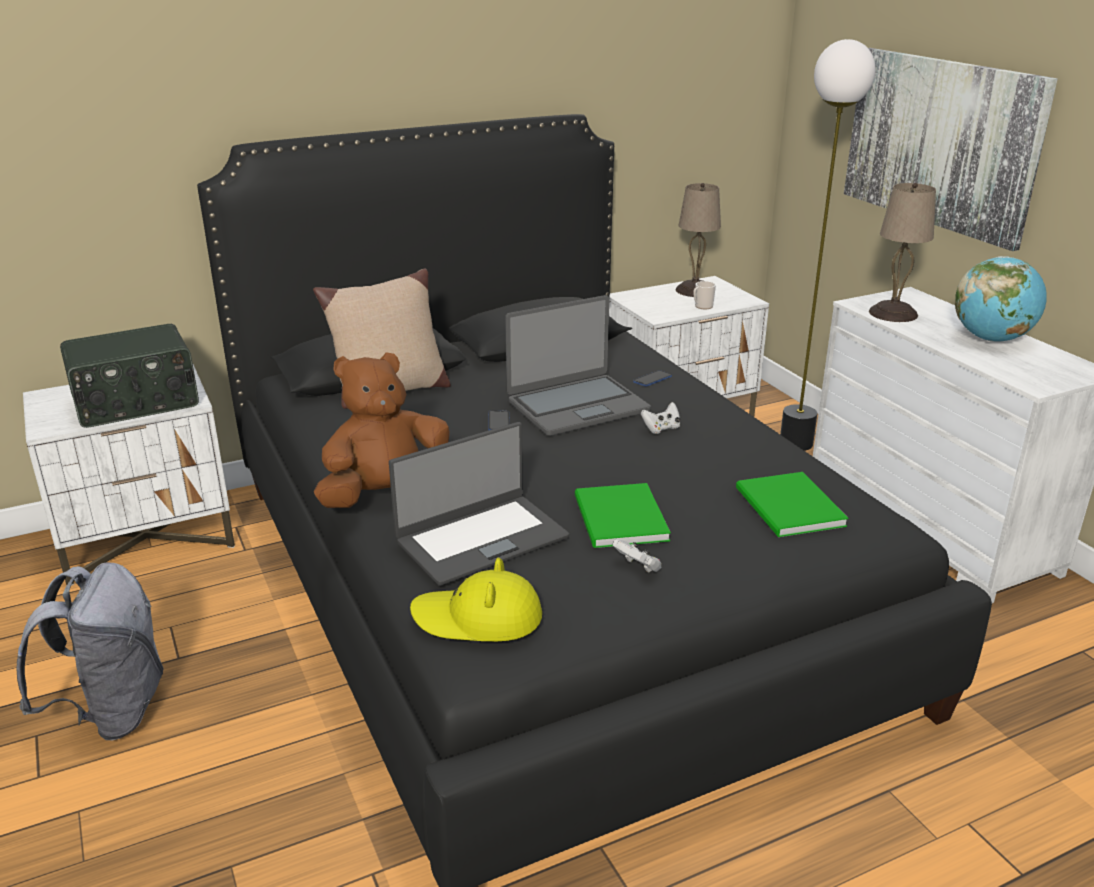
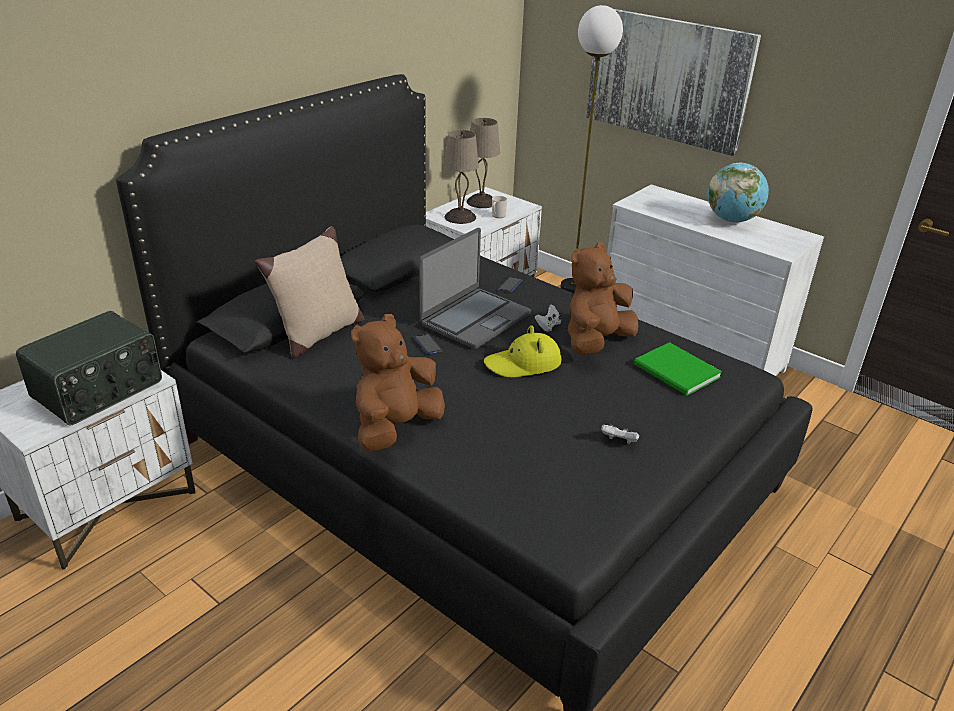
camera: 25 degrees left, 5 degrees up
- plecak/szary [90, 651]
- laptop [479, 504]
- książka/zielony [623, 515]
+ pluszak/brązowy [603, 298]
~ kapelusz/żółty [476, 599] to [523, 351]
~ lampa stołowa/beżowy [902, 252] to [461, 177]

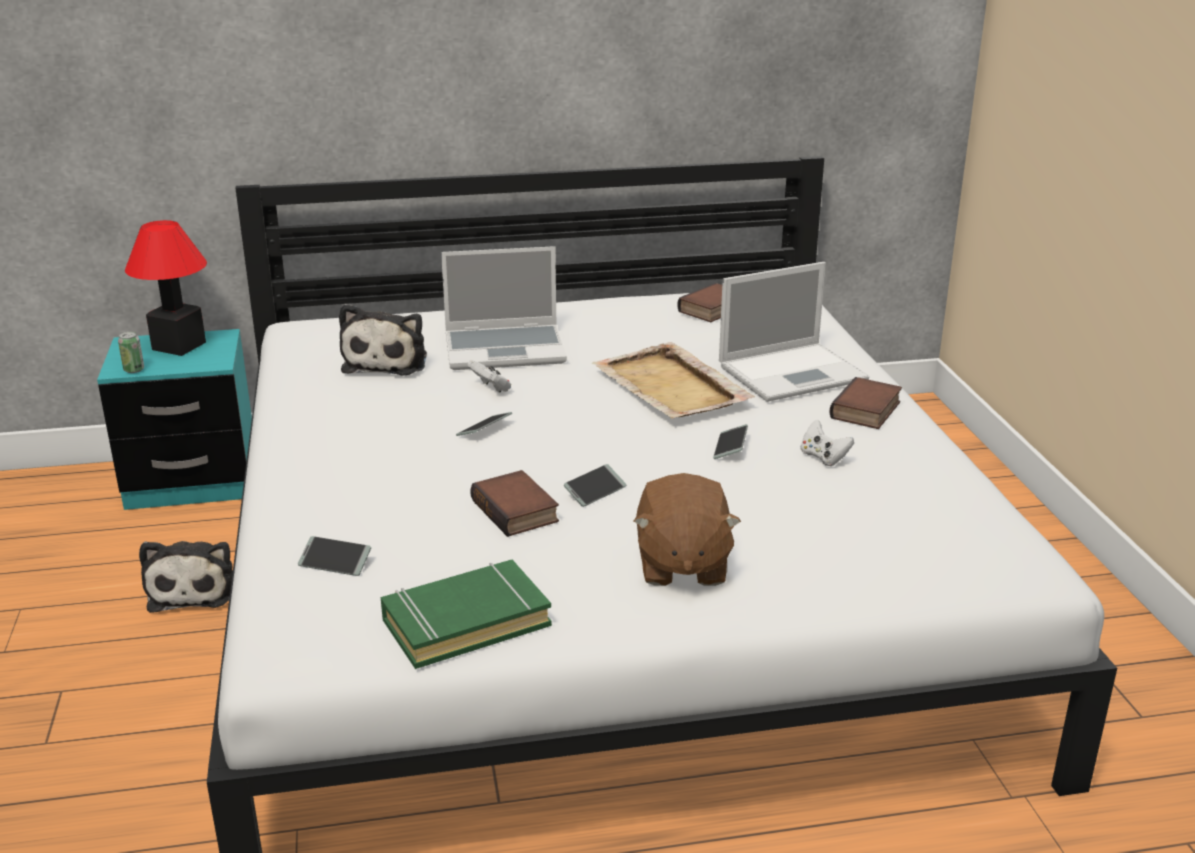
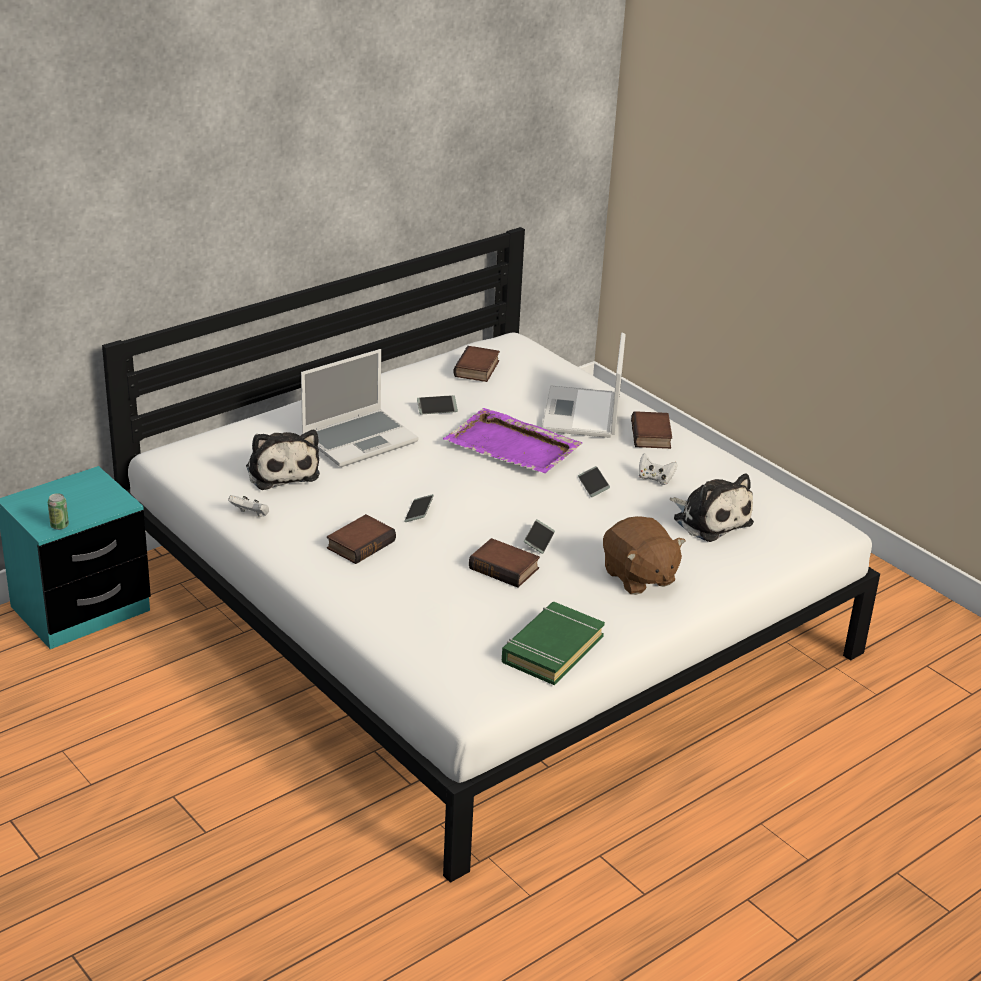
camera: 30 degrees left, 5 degrees up
- lampa stołowa [166, 288]
+ książka [361, 539]
~ pluszak [186, 577] to [712, 507]
~ telefon [334, 556] to [437, 404]
~ pad do gier/biały [489, 376] to [248, 506]
~ taca/beżowy [673, 380] to taca/fioletowy [512, 440]
~ laptop [794, 332] = [584, 385] 150 degrees clockwise

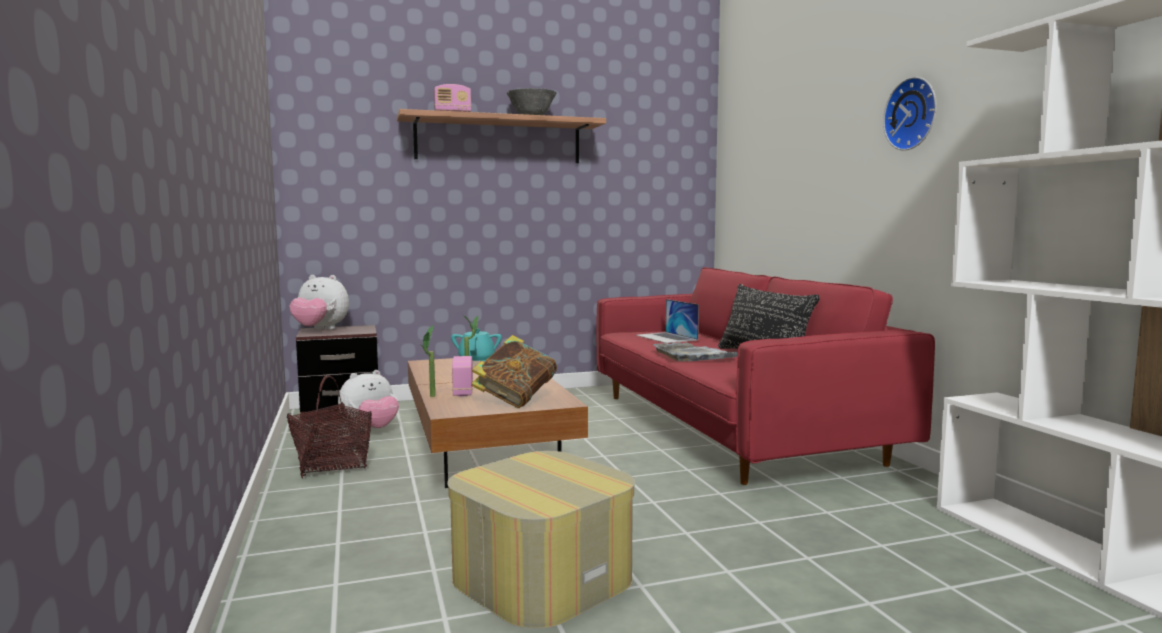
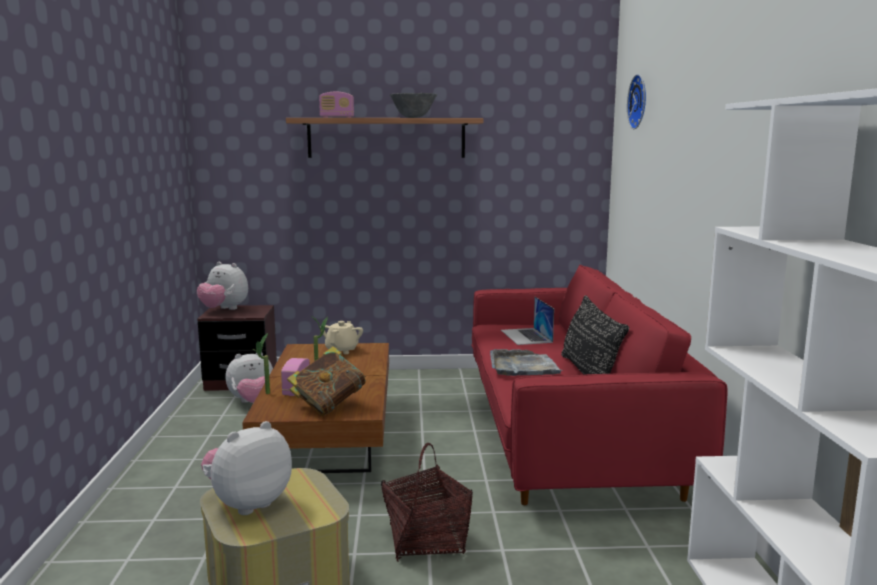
camera: 15 degrees right, 5 degrees up
+ pluszak [246, 468]
~ koszyk [329, 426] to [427, 502]
~ zegar ścienny [910, 114] to [636, 101]
~ imbryk/turkusowy [476, 345] to imbryk/beżowy [341, 337]

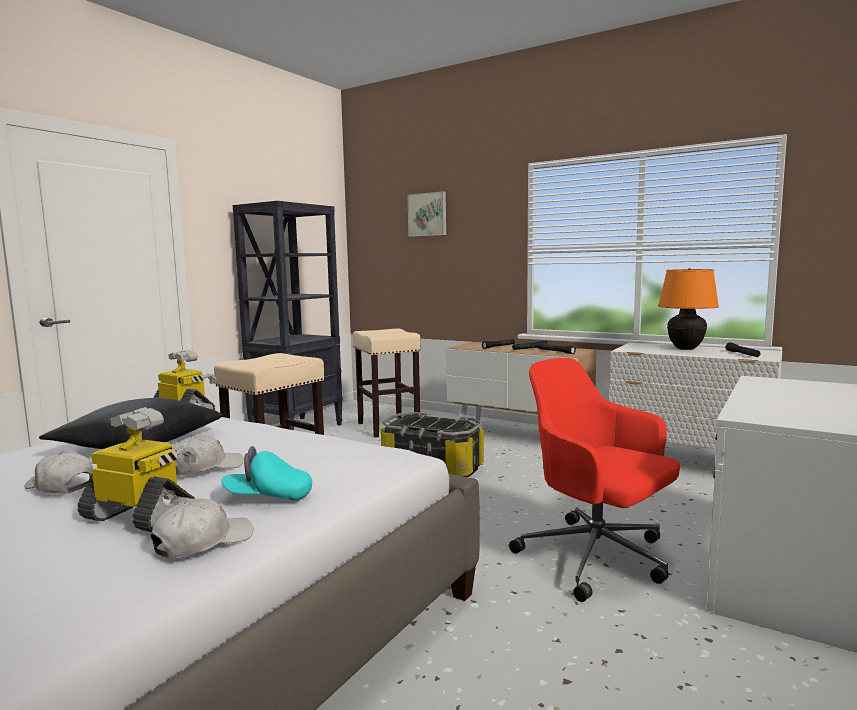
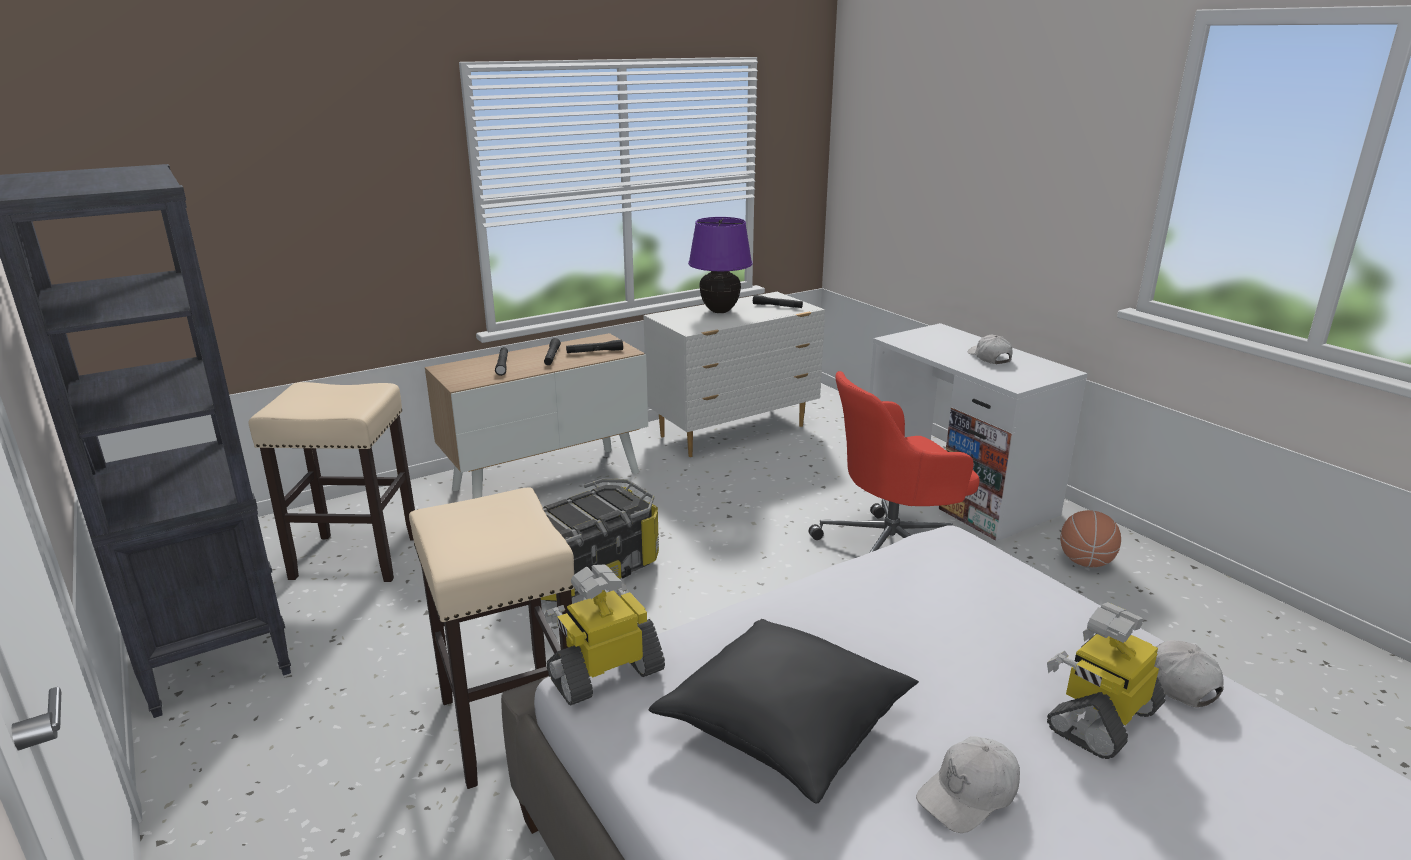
camera: 65 degrees left, 15 degrees up
- czapka z daszkiem/turkusowy [266, 473]
- obraz [426, 214]
+ piłka do koszykówki [1091, 538]
~ czapka z daszkiem/biały [208, 455] to [990, 349]
~ lampa stołowa/pomarańczowy [688, 309] to lampa stołowa/fioletowy [720, 265]

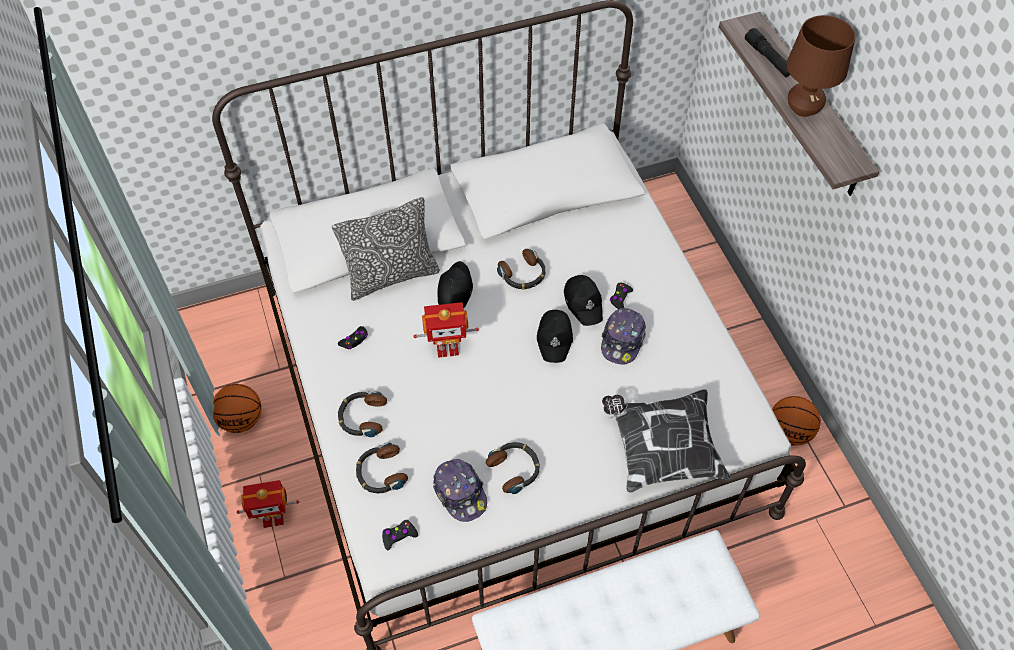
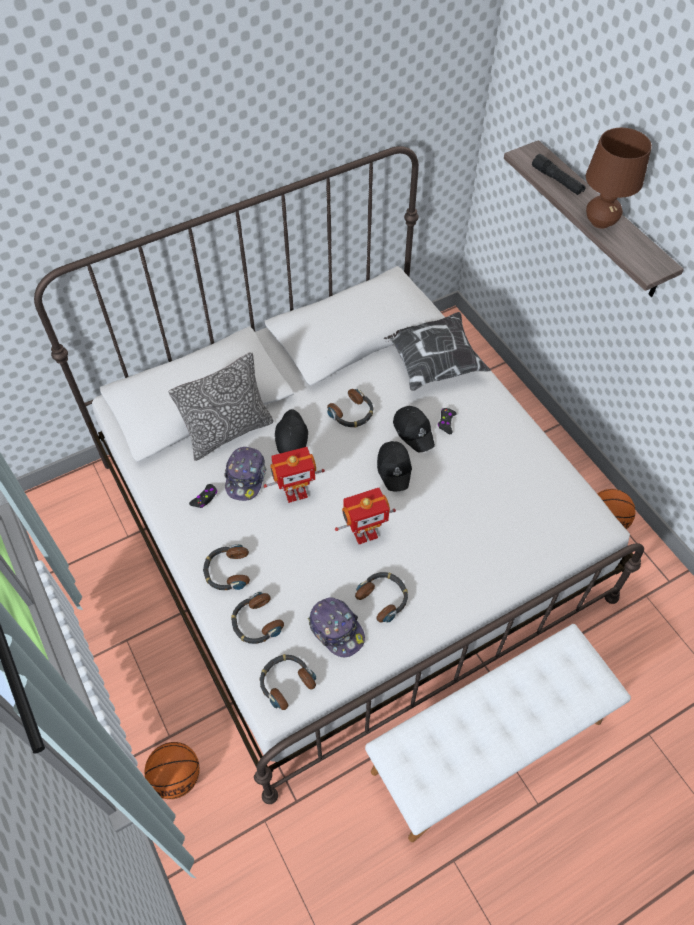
camera: 10 degrees left, 0 degrees up
~ piłka do koszykówki [237, 408] to [172, 770]
~ robot zabawkowy [268, 504] to [365, 516]
~ czapka z daszkiem [623, 336] to [245, 474]
~ poduszka [666, 441] to [437, 351]
~ pad do gier/czarny [400, 535] to słuchawki [288, 682]

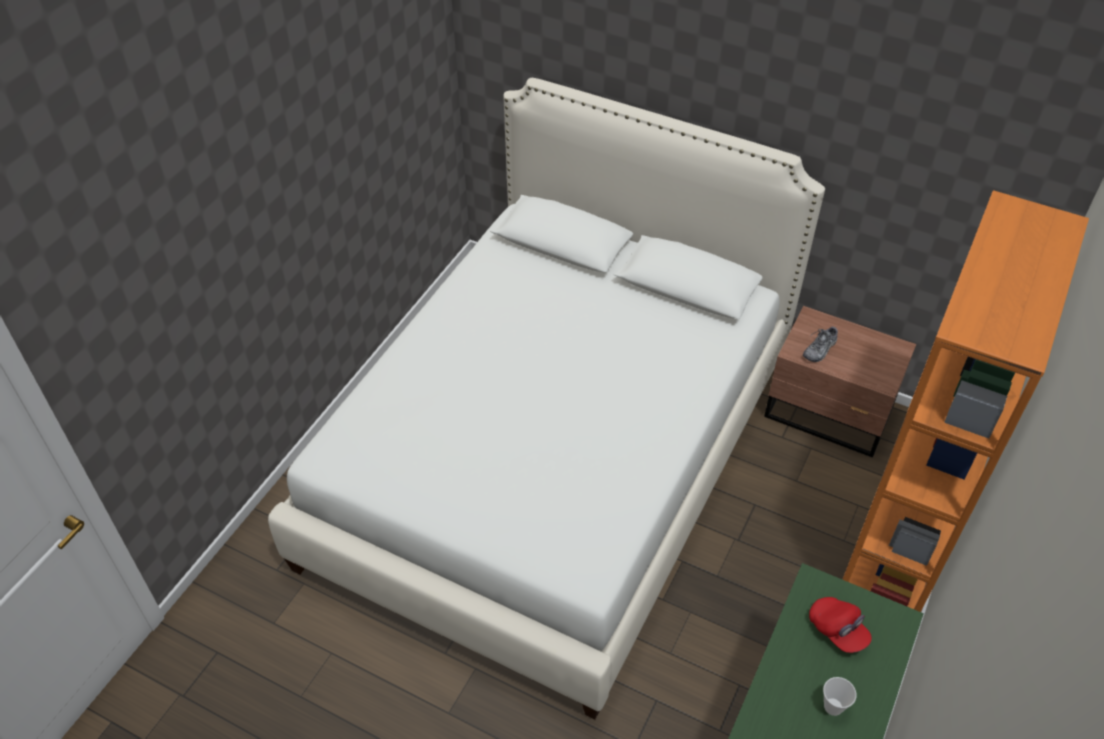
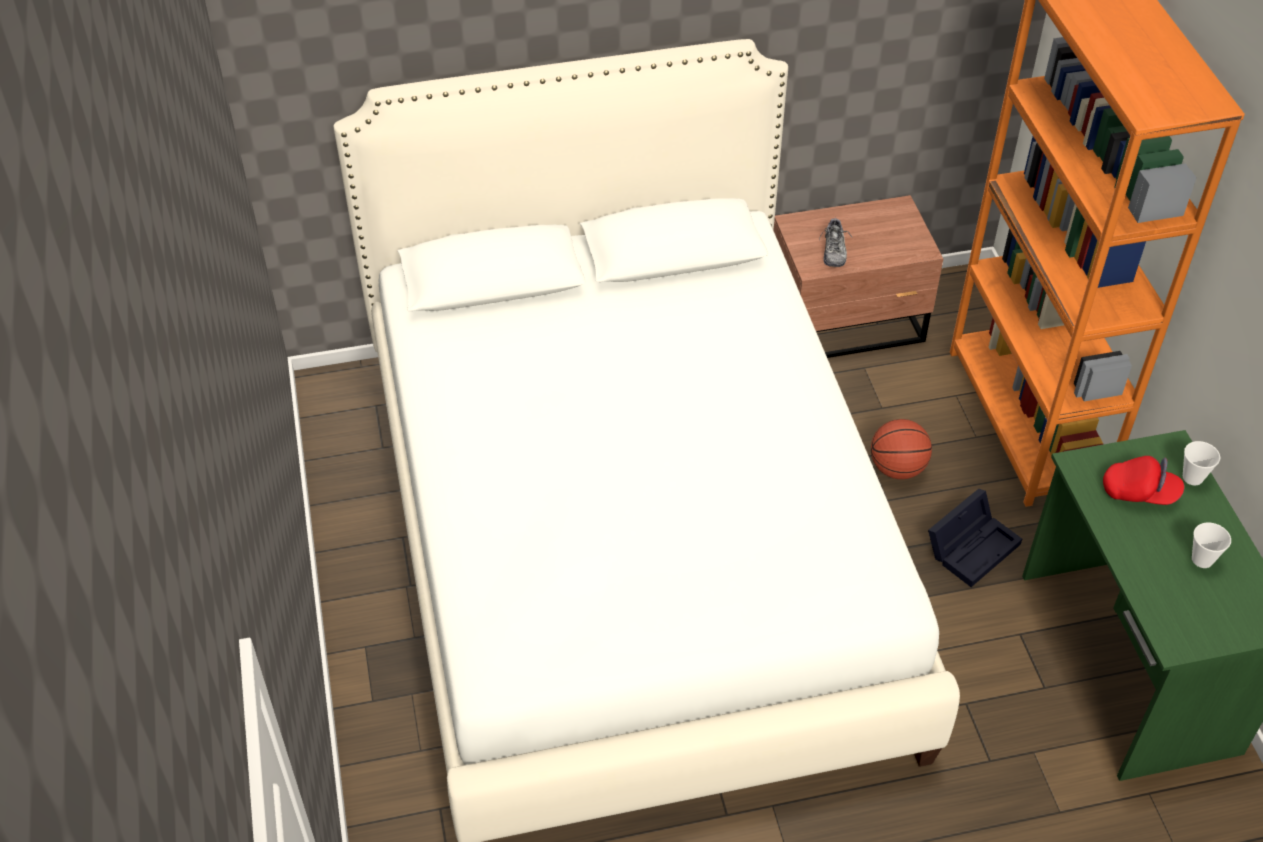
camera: 40 degrees left, 0 degrees up
+ piłka do koszykówki [901, 449]
+ pojemnik do przechowywania/czarny [975, 538]
+ filiżanka [1201, 463]

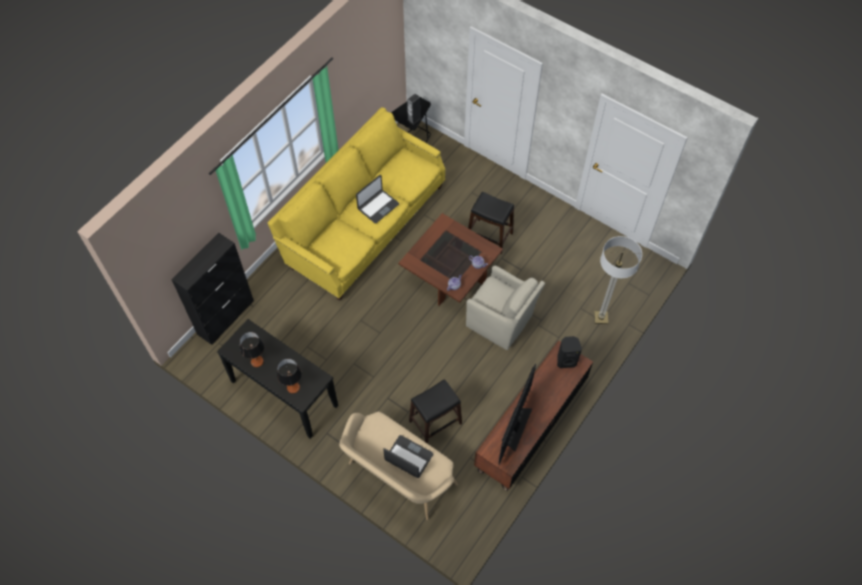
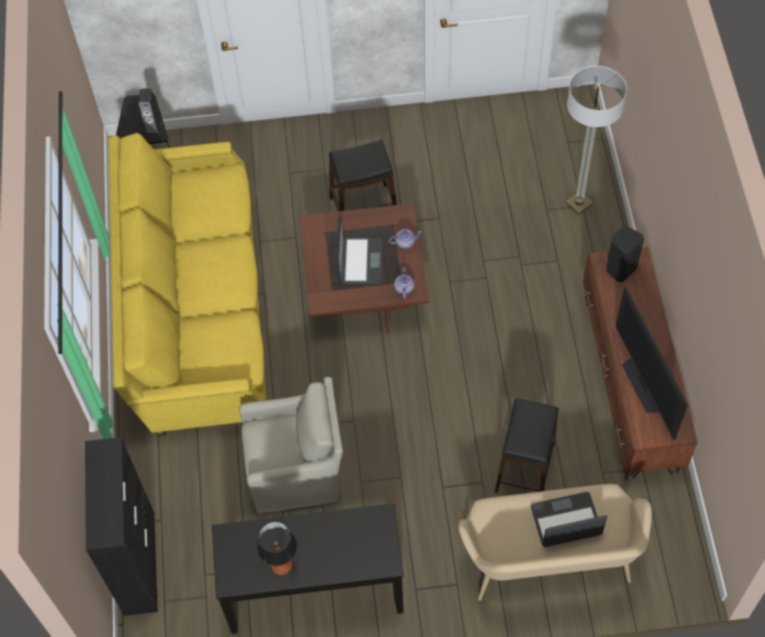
camera: 40 degrees left, 0 degrees up
- lampa stołowa [289, 376]
~ laptop [377, 199] to [360, 250]
~ fotel/beżowy [505, 308] to [291, 445]

